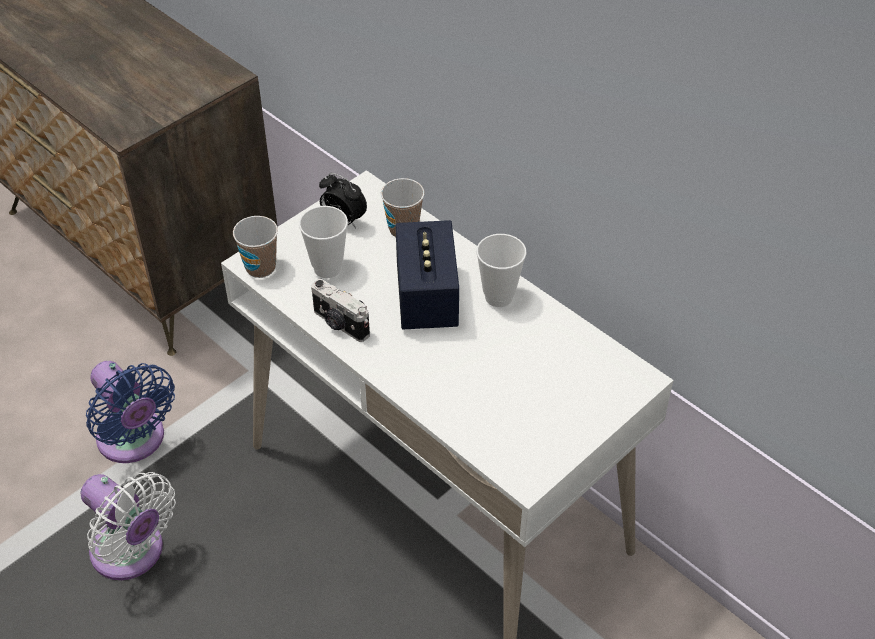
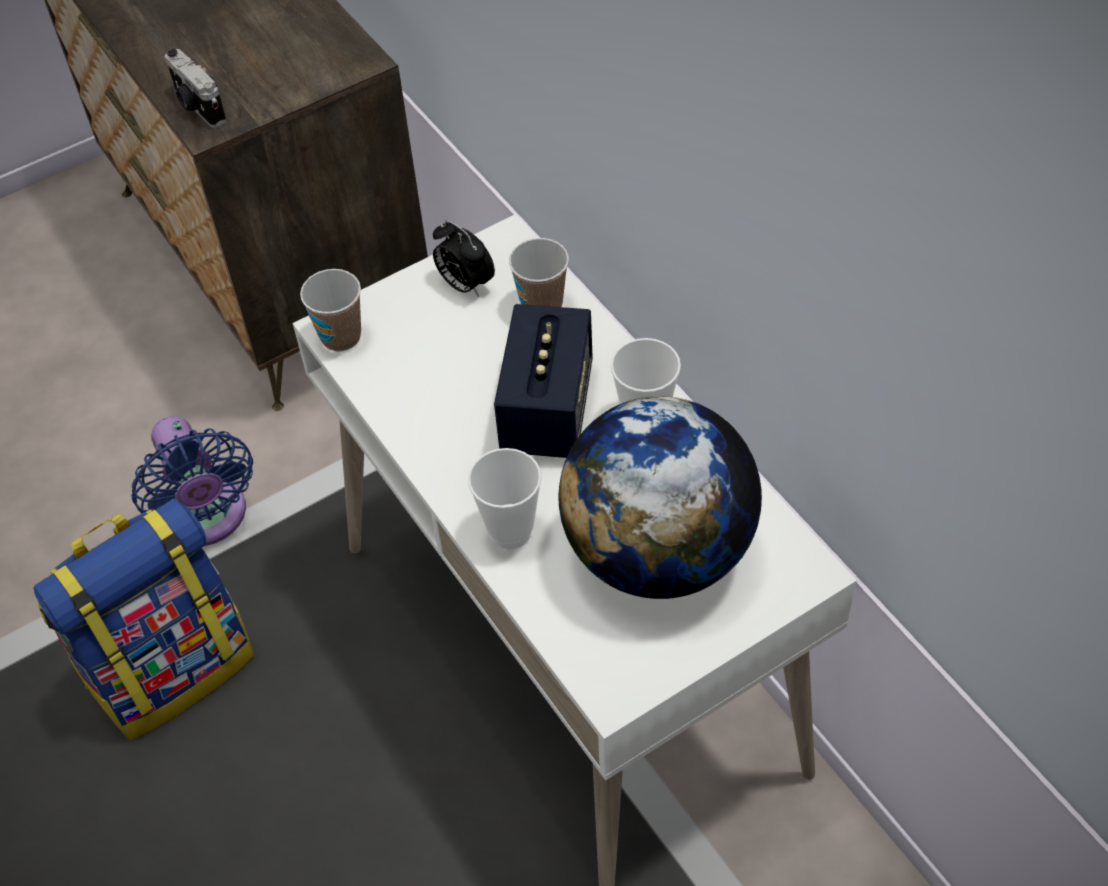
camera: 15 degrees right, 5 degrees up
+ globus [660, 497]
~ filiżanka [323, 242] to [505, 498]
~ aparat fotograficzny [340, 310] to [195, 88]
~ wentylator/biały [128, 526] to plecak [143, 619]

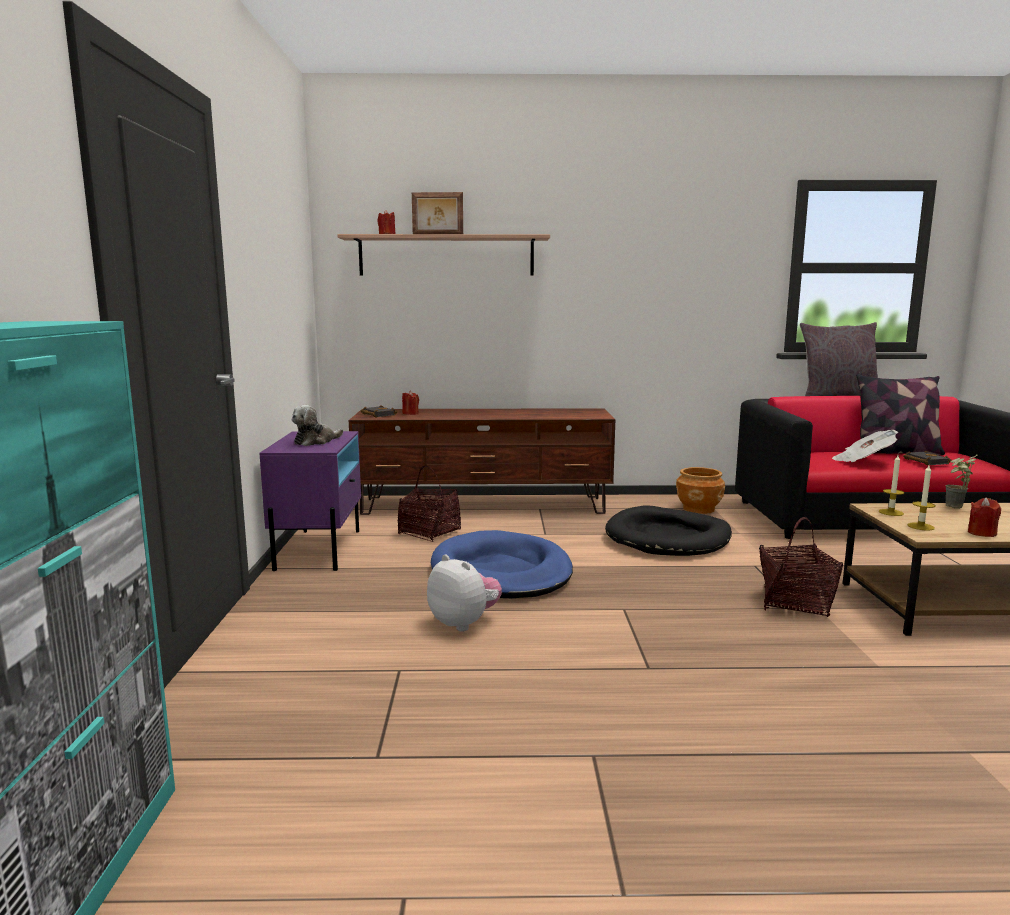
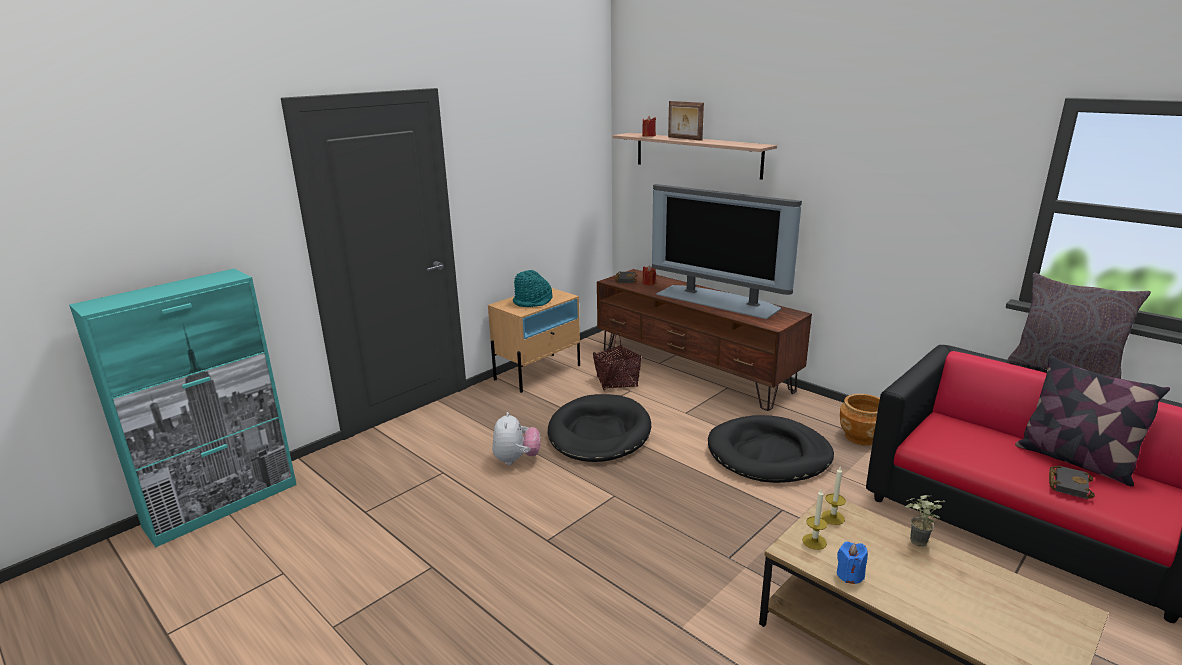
camera: 45 degrees right, 10 degrees up
- koszyk [801, 567]
- gazeta [865, 446]
+ telewizor [727, 251]
~ pluszak [317, 425] to kapelusz/turkusowy [533, 288]
~ szafka nocna/fioletowy [310, 501] to szafka nocna/beżowy [534, 340]
~ legowisko/niebieski [502, 564] to legowisko/czarny [599, 428]
~ świeca/czerwony [984, 517] to świeca/niebieski [852, 563]

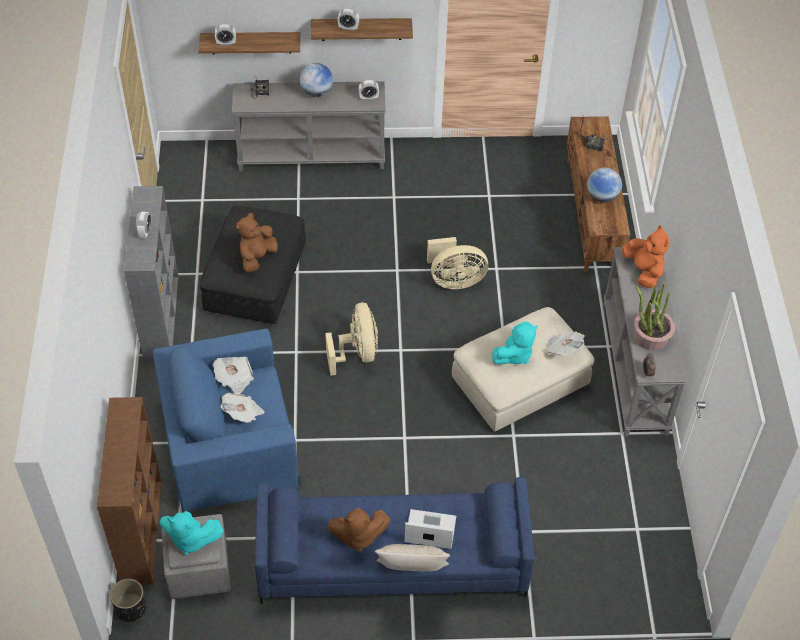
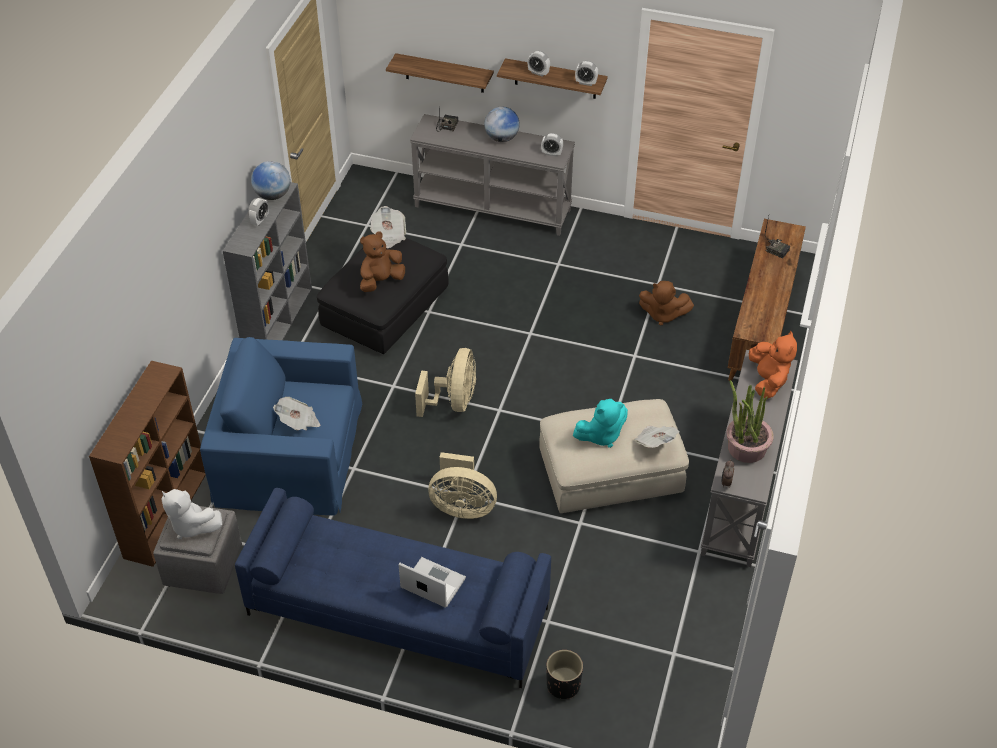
camera: 20 degrees right, 5 degrees down
- poduszka/beżowy [412, 558]
~ donica/czarny [128, 600] to [564, 674]
~ gazeta [233, 375] to [388, 227]
~ budzik [225, 34] to [586, 73]
~ pluszak/brązowy [359, 530] to [666, 303]
~ wentylator/beżowy [457, 263] to [462, 485]
~ globus [604, 185] to [271, 180]
~ pluszak/turkusowy [192, 533] to pluszak/biały [192, 514]

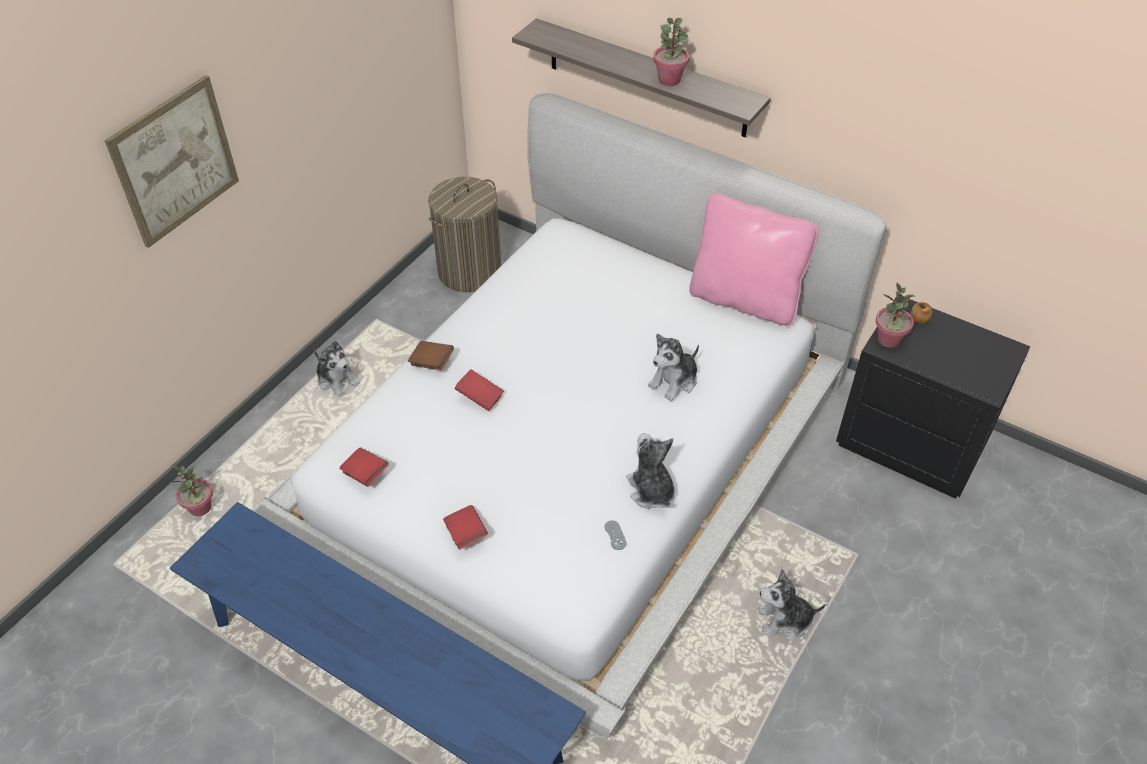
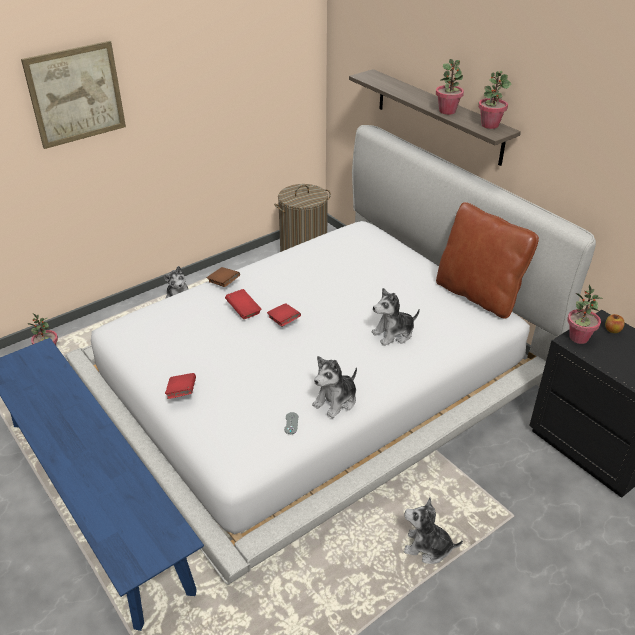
camera: 20 degrees right, 10 degrees down
+ roślina doniczkowa [495, 100]
~ książka/czerwony [364, 467] to [284, 315]
~ poduszka/różowy [753, 260] to poduszka/brązowy [487, 260]
~ pluszak [650, 471] = [334, 387] 135 degrees counterclockwise

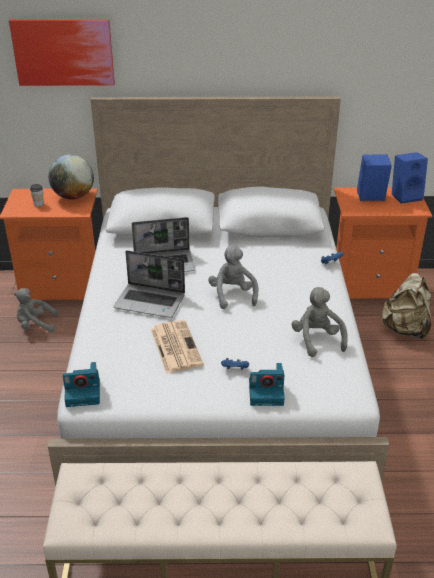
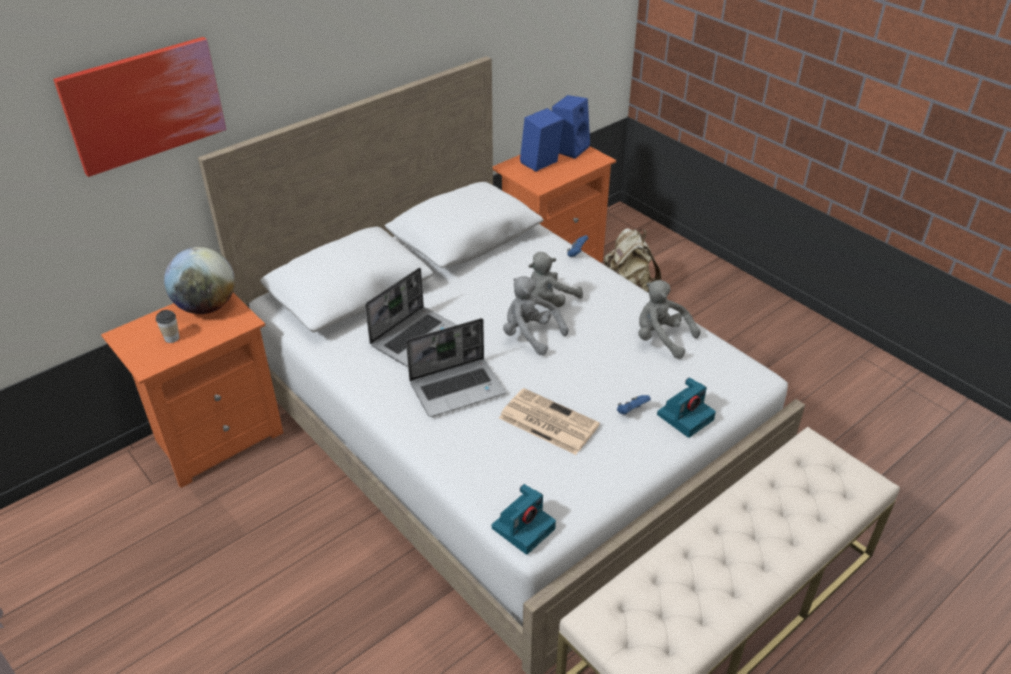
camera: 40 degrees left, 5 degrees up
~ pluszak/szary [36, 310] to [555, 279]

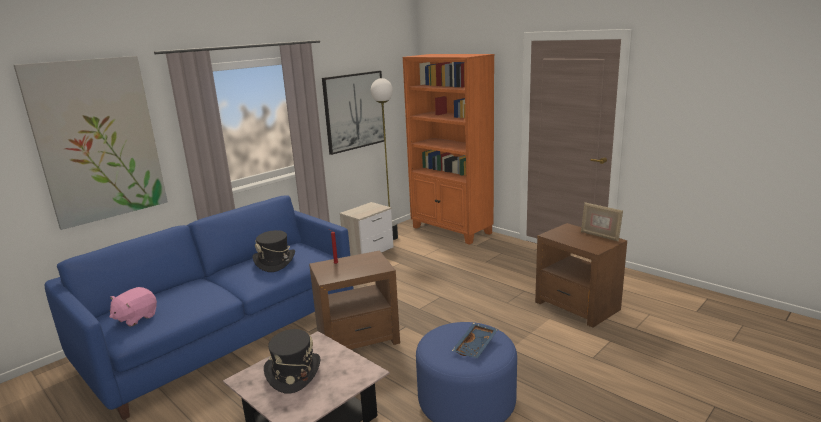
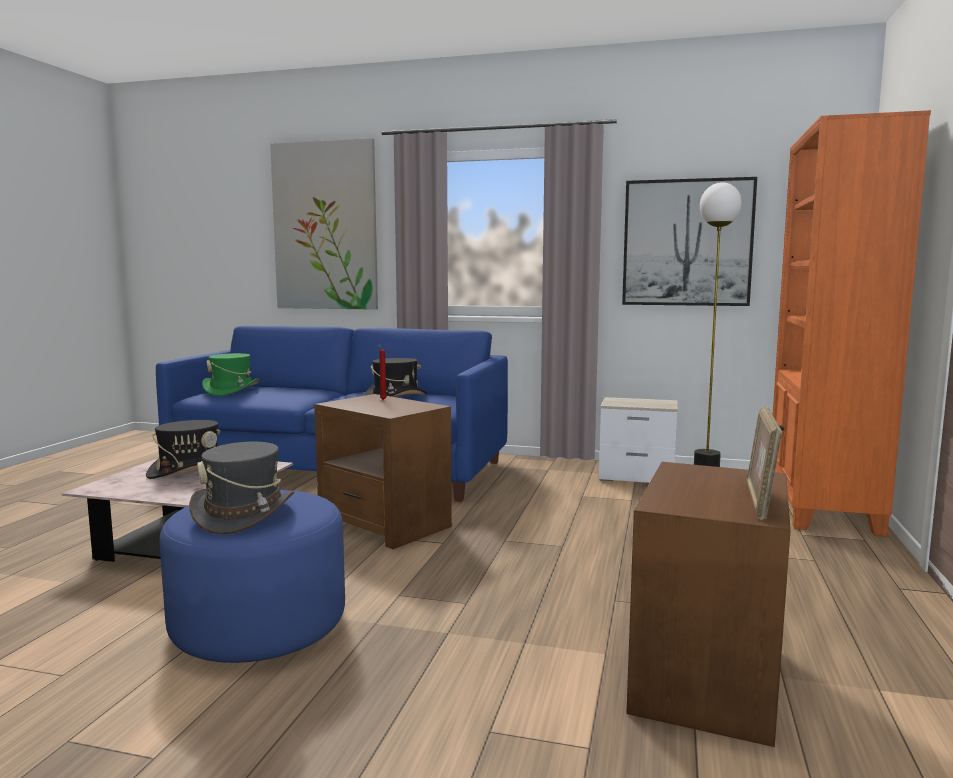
camera: 60 degrees right, 10 degrees down
~ pluszak/różowy [133, 307] to kapelusz/zielony [230, 374]
~ taca/niebieski [475, 340] to kapelusz/szary [241, 488]

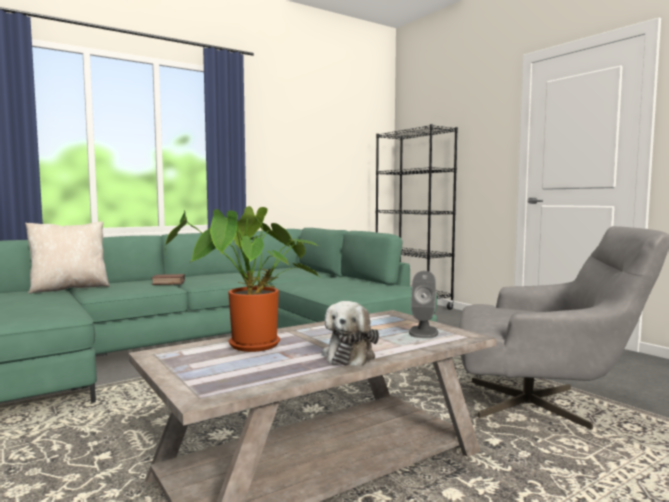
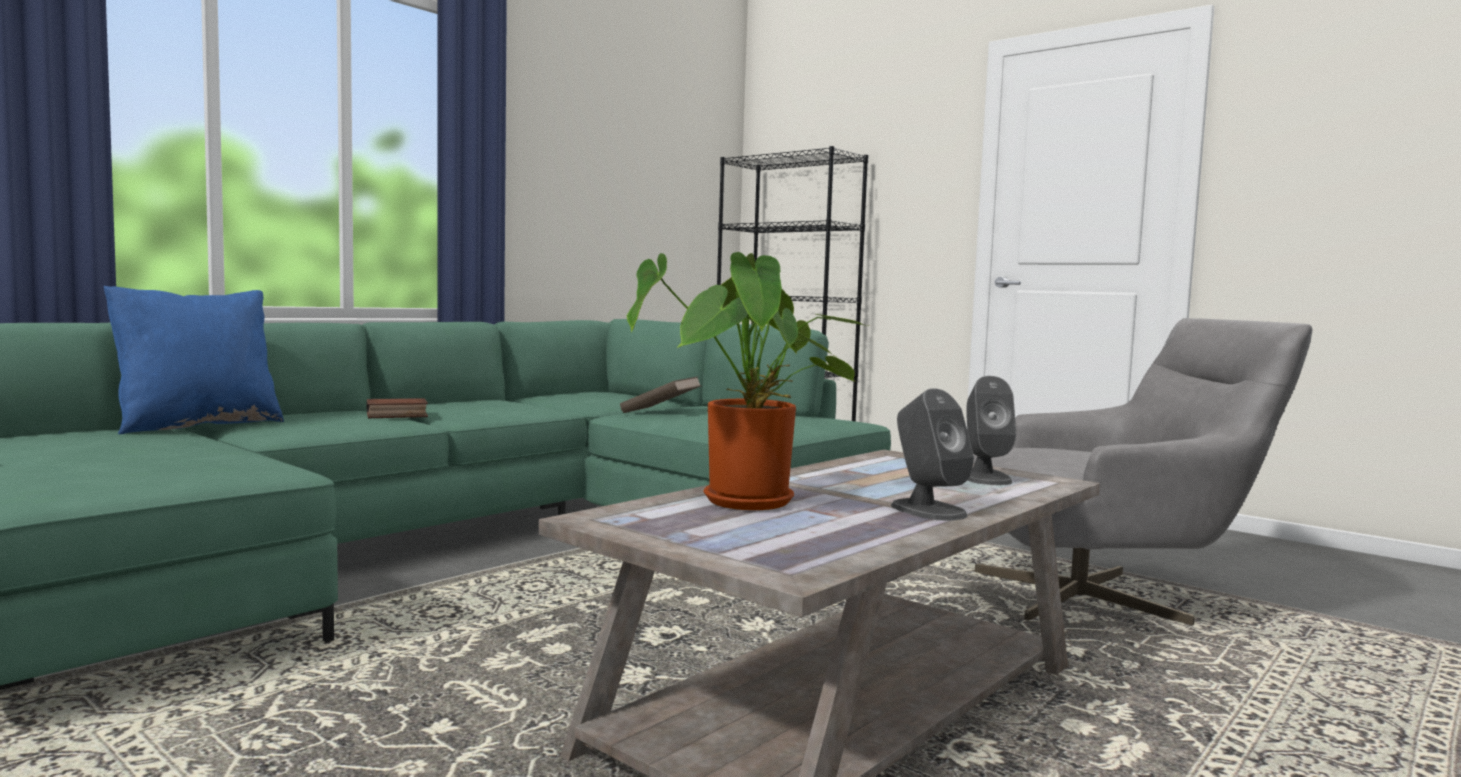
camera: 15 degrees left, 0 degrees up
+ książka/brązowy [661, 394]
~ pluszak [350, 333] to głośnik/szary [932, 454]
~ poduszka/beżowy [67, 257] to poduszka/niebieski [194, 360]

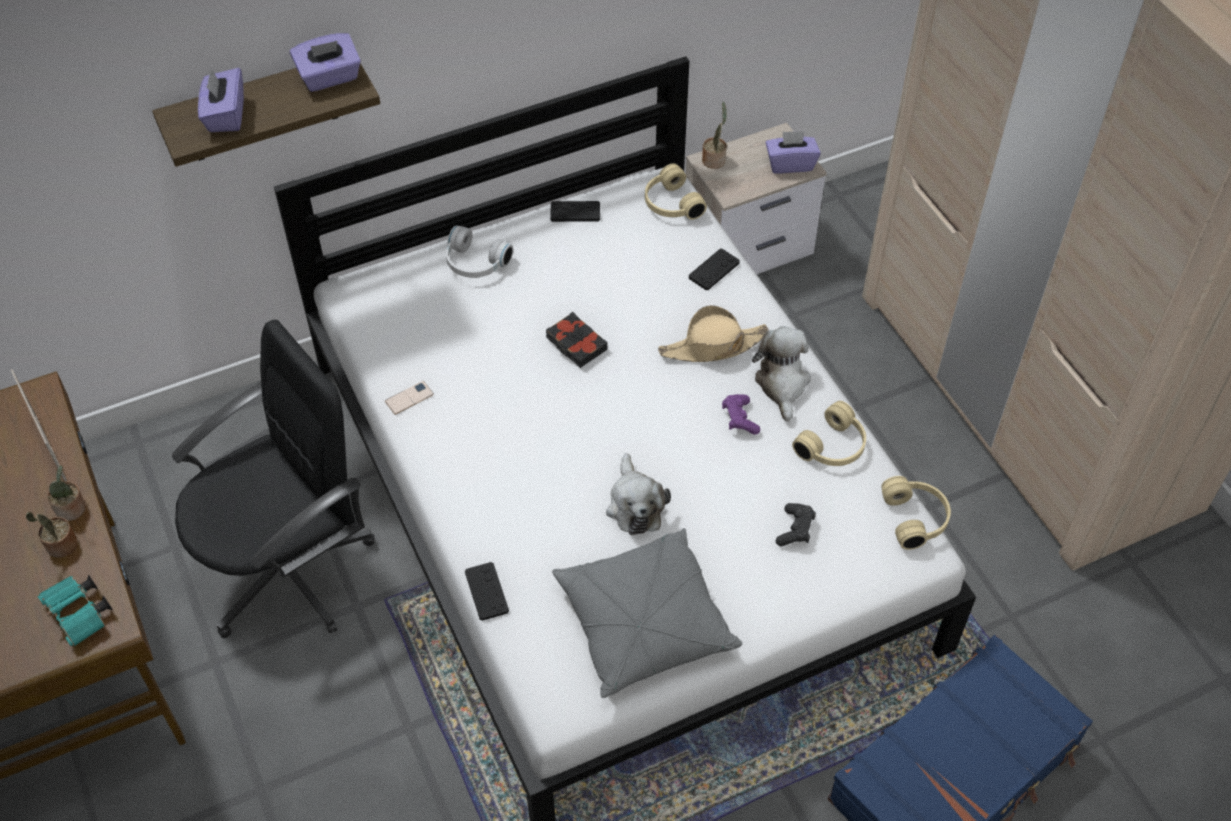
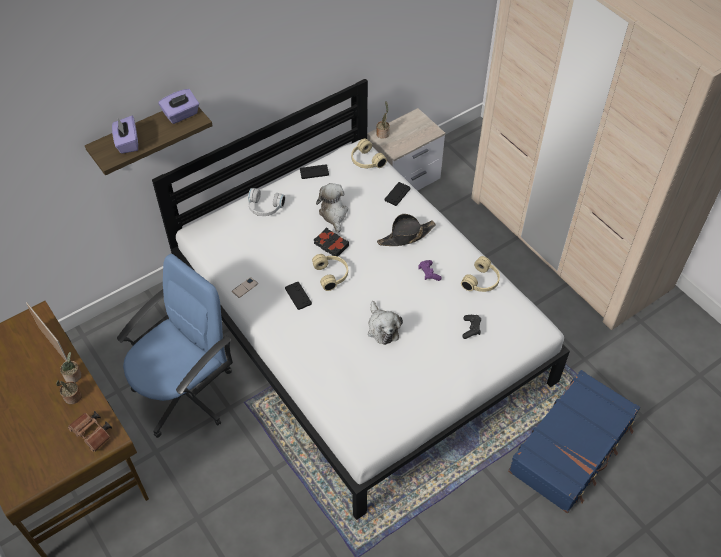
camera: 10 degrees left, 0 degrees up
- poduszka/szary [647, 613]
- pudełko chusteczek/fioletowy [792, 152]
~ pad do gier/czarny [487, 591] to [298, 296]
~ pluszak [781, 373] to [332, 208]
~ słuchawki/beżowy [916, 513] to [330, 272]
~ lornetka/turkusowy [75, 610] to lornetka/brązowy [90, 431]
~ krzesło biurowe/czarny [273, 478] to krzesło biurowe/niebieski [175, 346]
~ kapelusz/beżowy [713, 333] to kapelusz/czarny [406, 230]

